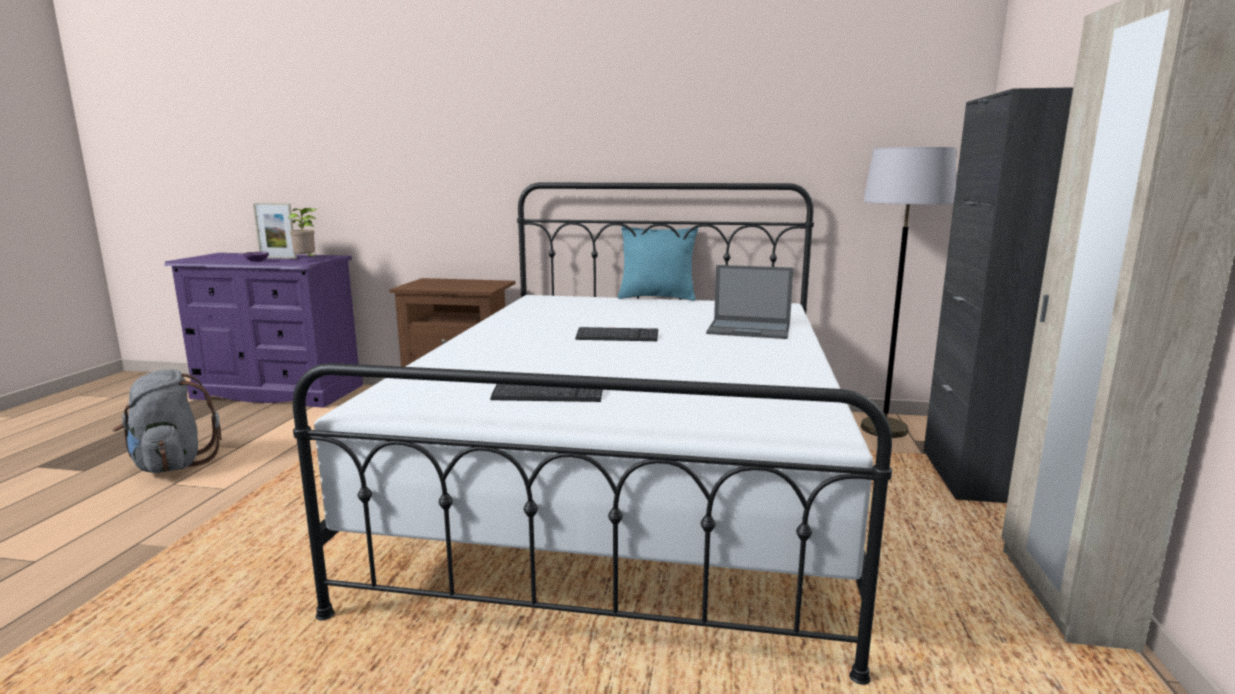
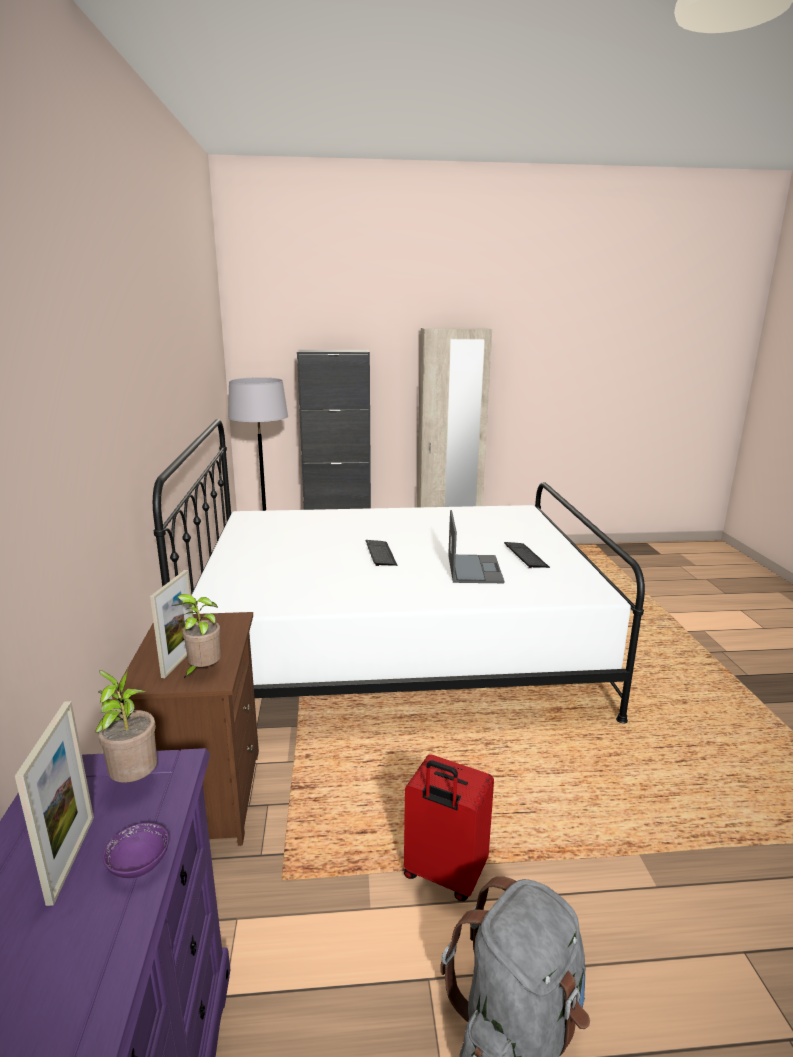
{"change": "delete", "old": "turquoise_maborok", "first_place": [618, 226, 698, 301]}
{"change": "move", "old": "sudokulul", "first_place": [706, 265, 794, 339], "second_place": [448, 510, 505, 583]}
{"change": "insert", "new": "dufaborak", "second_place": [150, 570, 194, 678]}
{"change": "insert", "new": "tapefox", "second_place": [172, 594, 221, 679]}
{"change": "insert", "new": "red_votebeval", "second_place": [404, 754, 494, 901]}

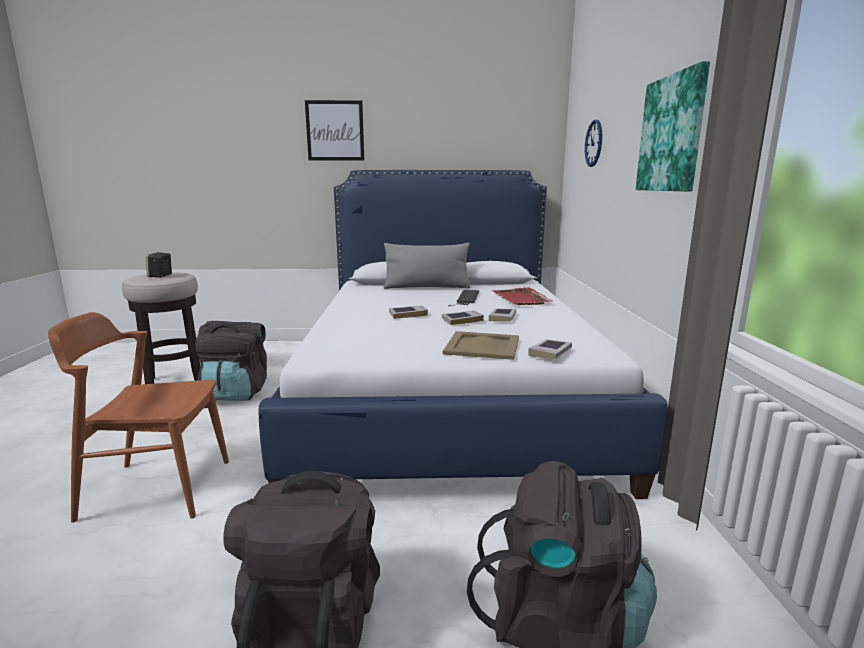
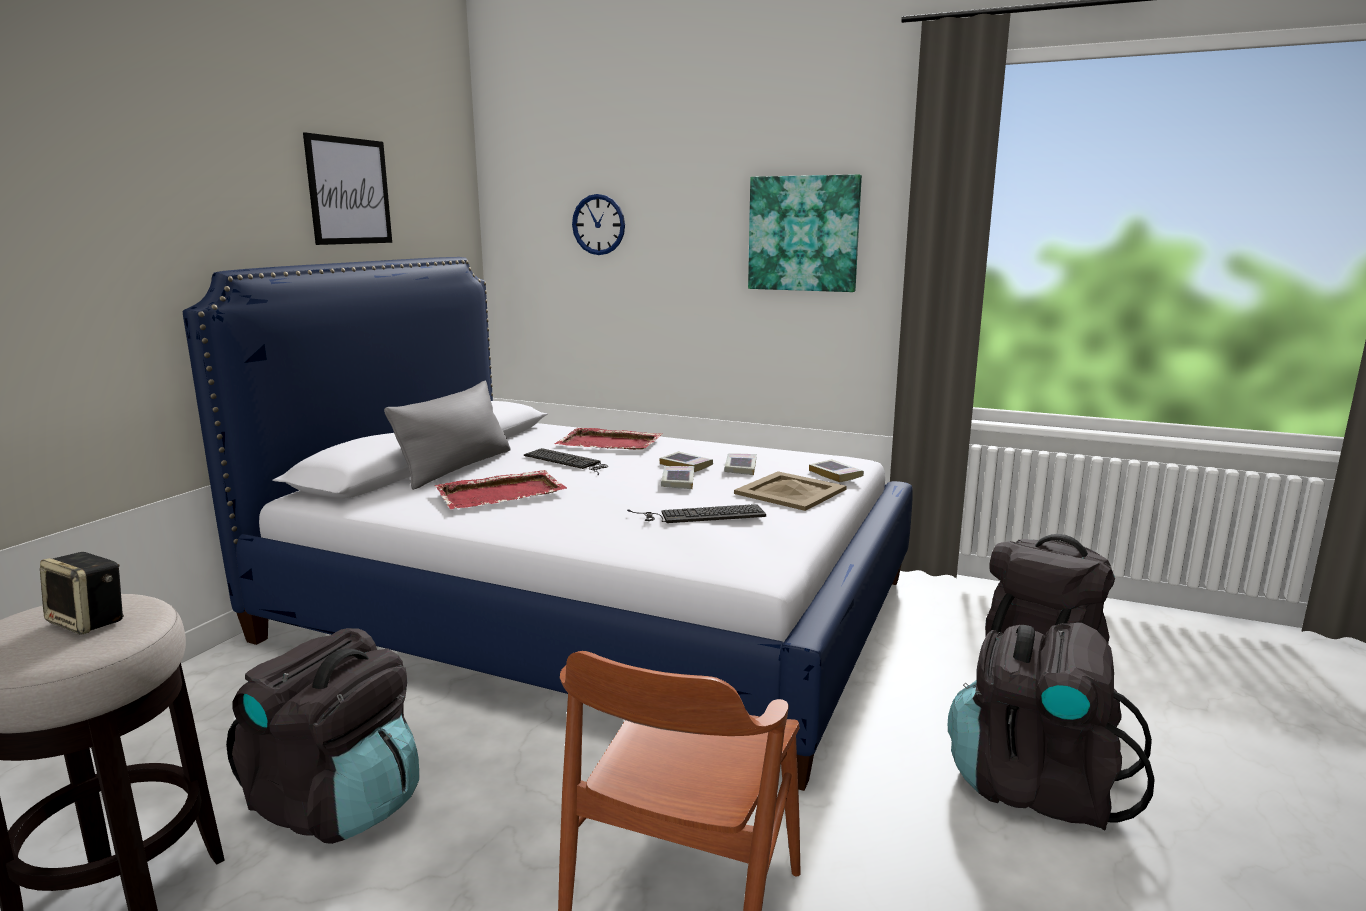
{"change": "move", "old": "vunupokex", "first_place": [305, 100, 364, 161], "second_place": [303, 132, 392, 245]}
{"change": "move", "old": "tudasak", "first_place": [389, 305, 428, 319], "second_place": [724, 454, 757, 475]}
{"change": "insert", "new": "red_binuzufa", "second_place": [435, 470, 568, 509]}
{"change": "insert", "new": "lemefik", "second_place": [627, 504, 766, 523]}

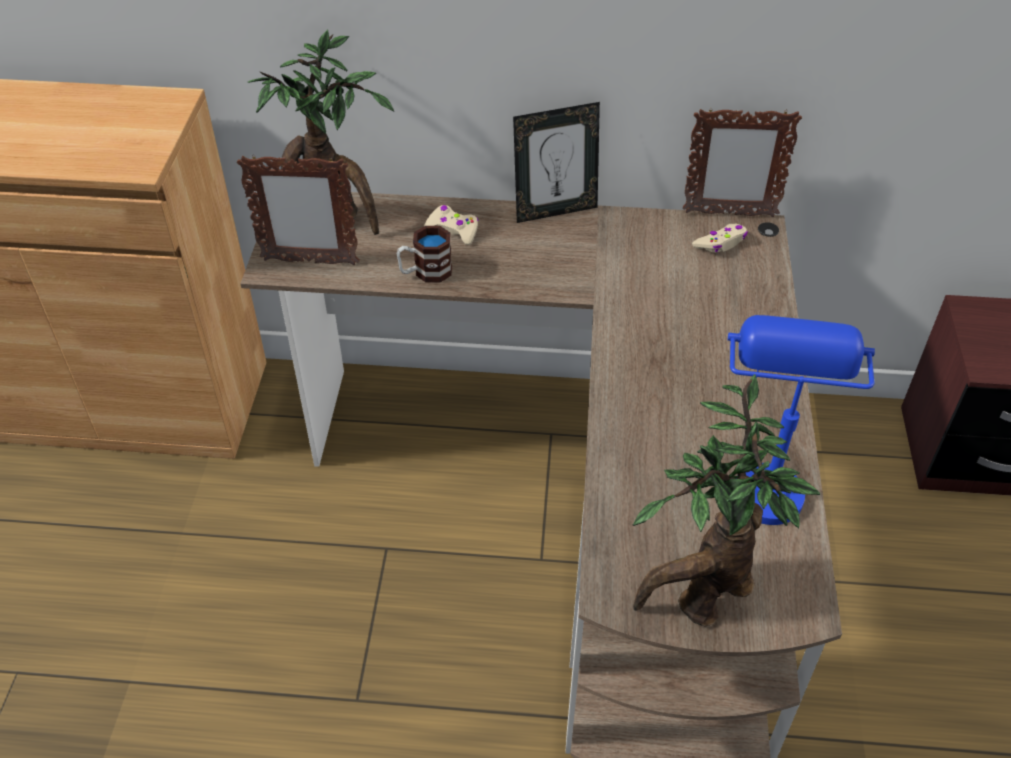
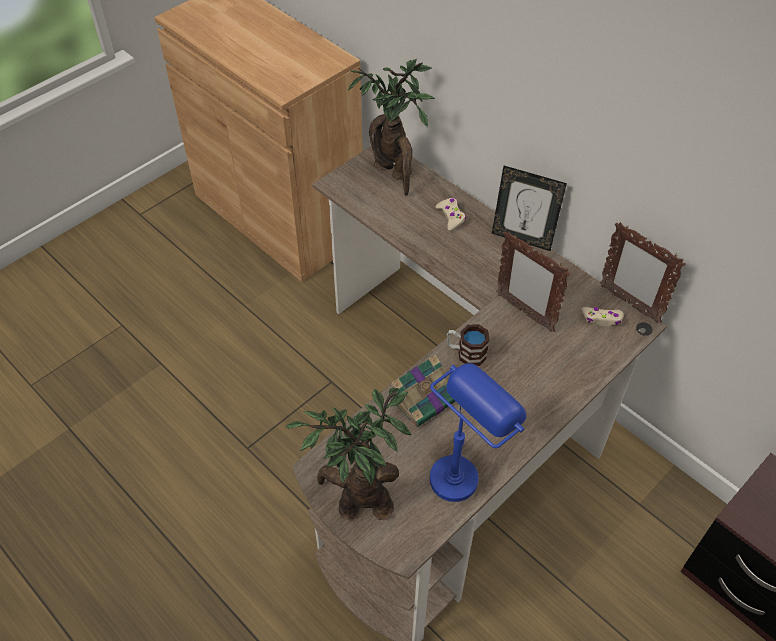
{"change": "move", "old": "dufaborak", "first_place": [237, 155, 360, 265], "second_place": [496, 231, 570, 332]}
{"change": "move", "old": "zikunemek", "first_place": [396, 226, 452, 283], "second_place": [447, 324, 490, 366]}
{"change": "insert", "new": "tudasak", "second_place": [388, 355, 456, 427]}

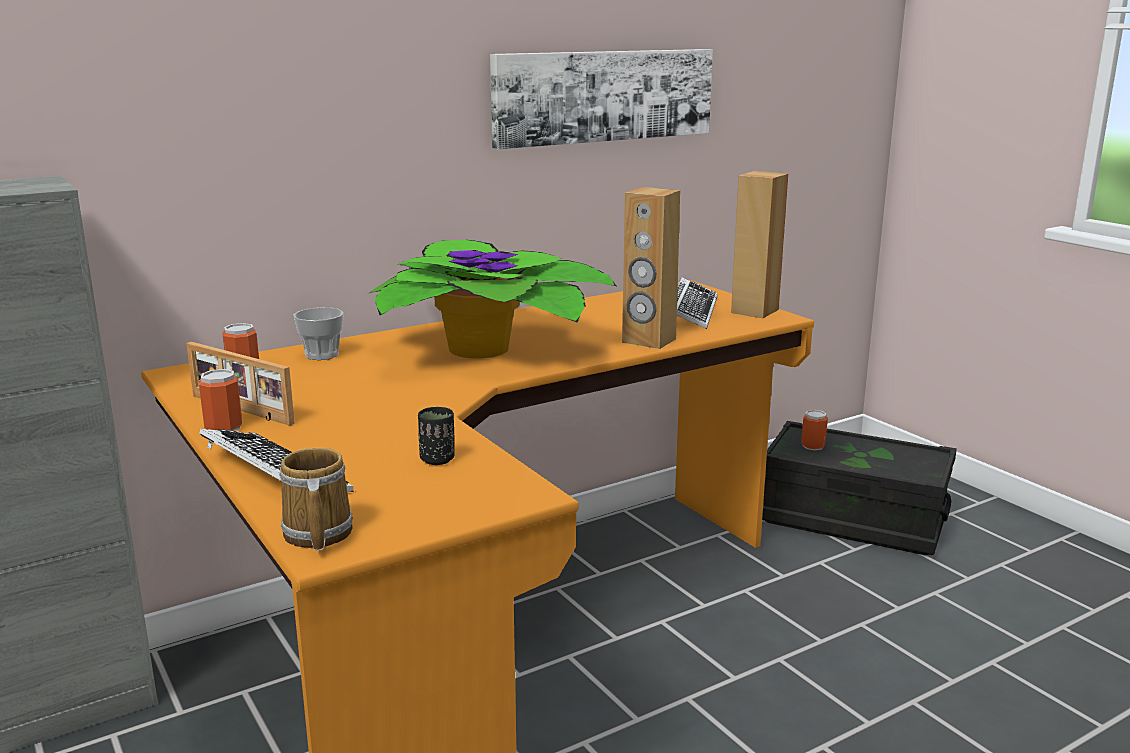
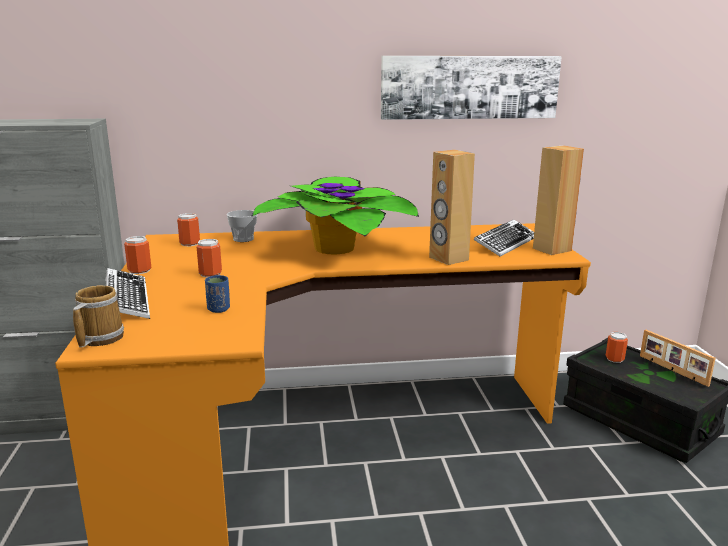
{"change": "move", "old": "dufaborak", "first_place": [186, 342, 295, 426], "second_place": [640, 330, 716, 387]}
{"change": "recolor", "old": "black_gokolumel", "new": "blue_gokolumel", "first_place": [418, 407, 455, 465], "second_place": [205, 275, 230, 313]}
{"change": "insert", "new": "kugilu", "second_place": [197, 239, 222, 277]}

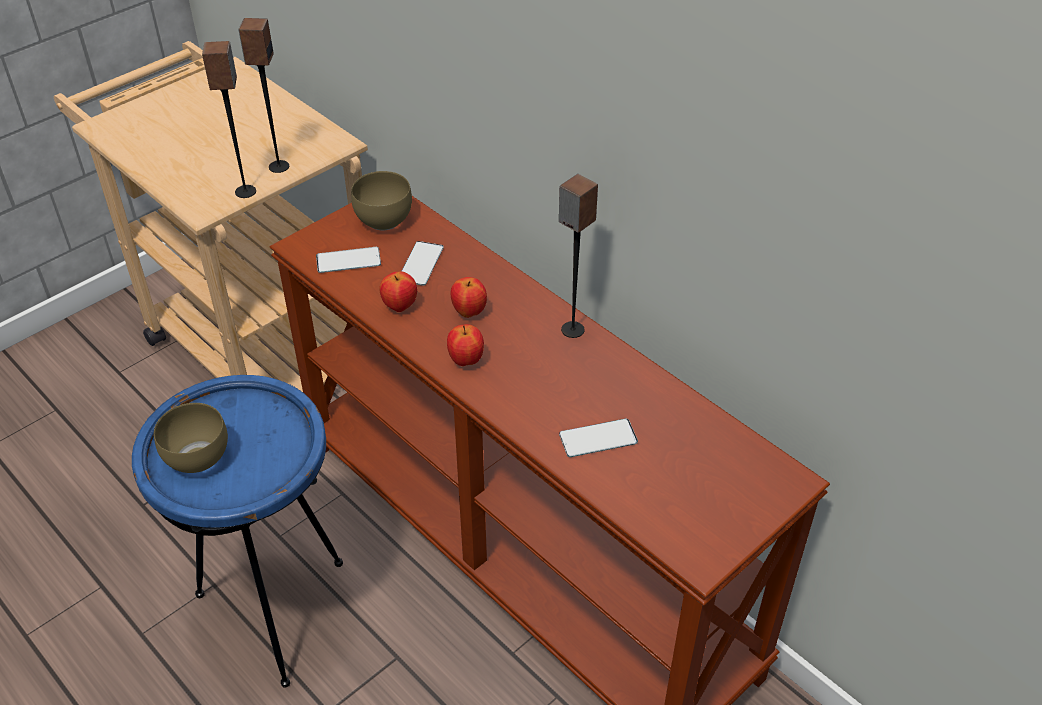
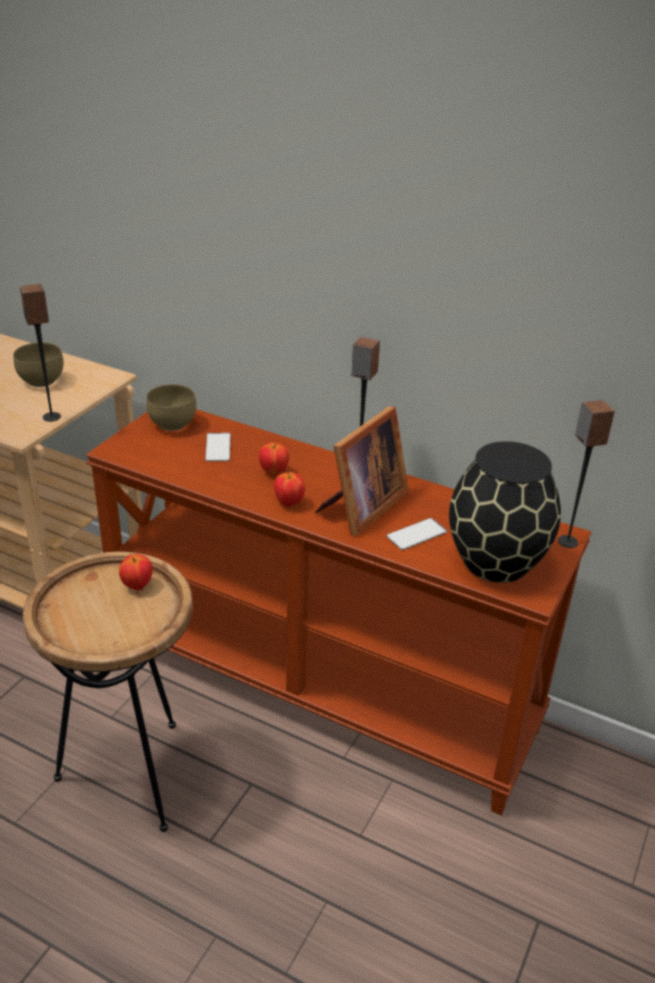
{"change": "move", "old": "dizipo", "first_place": [238, 18, 289, 173], "second_place": [558, 400, 615, 548]}
{"change": "delete", "old": "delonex", "first_place": [316, 247, 381, 273]}
{"change": "move", "old": "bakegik", "first_place": [380, 272, 417, 312], "second_place": [119, 554, 153, 591]}
{"change": "recolor", "old": "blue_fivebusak", "new": "brown_fivebusak", "first_place": [132, 375, 343, 687], "second_place": [23, 552, 193, 832]}
{"change": "move", "old": "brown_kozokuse", "first_place": [154, 403, 228, 473], "second_place": [13, 342, 64, 387]}
{"change": "insert", "new": "dufaborak", "second_place": [315, 406, 409, 536]}
{"change": "insert", "new": "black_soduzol", "second_place": [449, 441, 561, 583]}

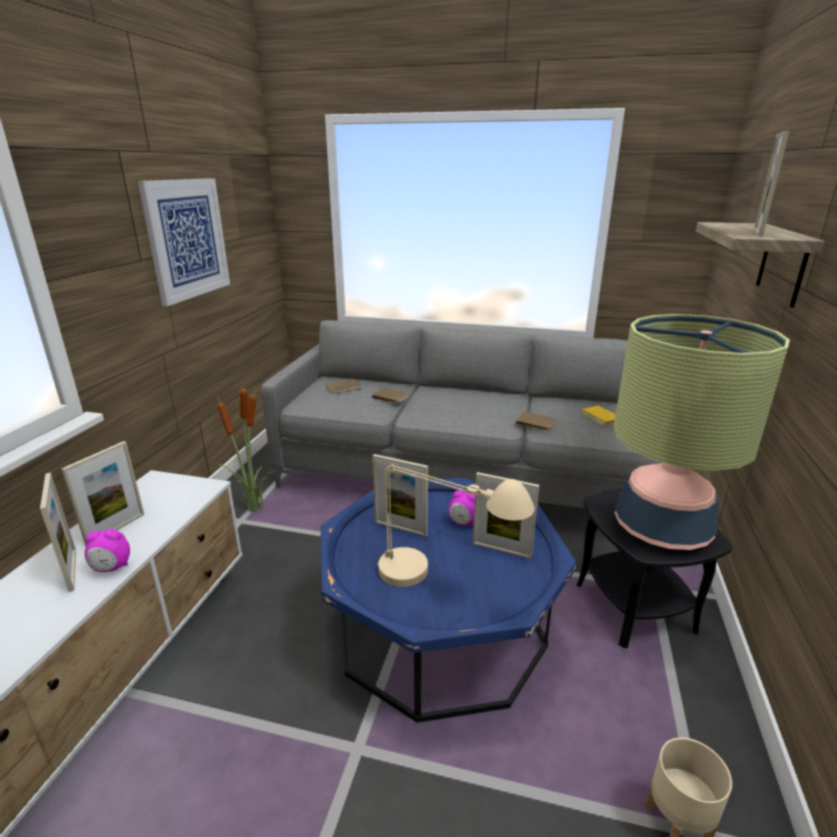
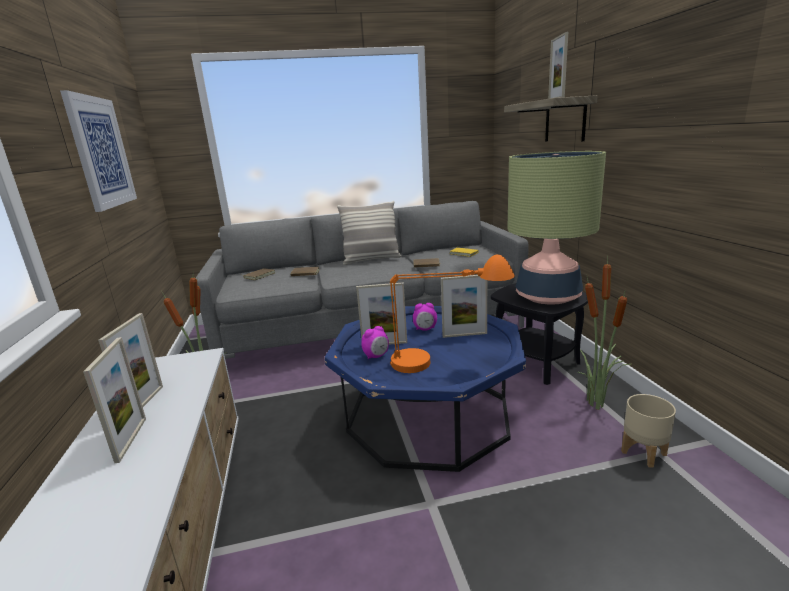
{"change": "recolor", "old": "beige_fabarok", "new": "orange_fabarok", "first_place": [377, 464, 535, 587], "second_place": [390, 254, 515, 373]}
{"change": "rotate", "old": "dufaborak", "first_place": [40, 473, 76, 592], "second_place": [83, 337, 146, 463], "degrees": 45}
{"change": "move", "old": "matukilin", "first_place": [85, 529, 130, 572], "second_place": [362, 326, 389, 359]}
{"change": "insert", "new": "maborok", "second_place": [337, 201, 402, 265]}
{"change": "insert", "new": "tapefox", "second_place": [578, 257, 632, 410]}

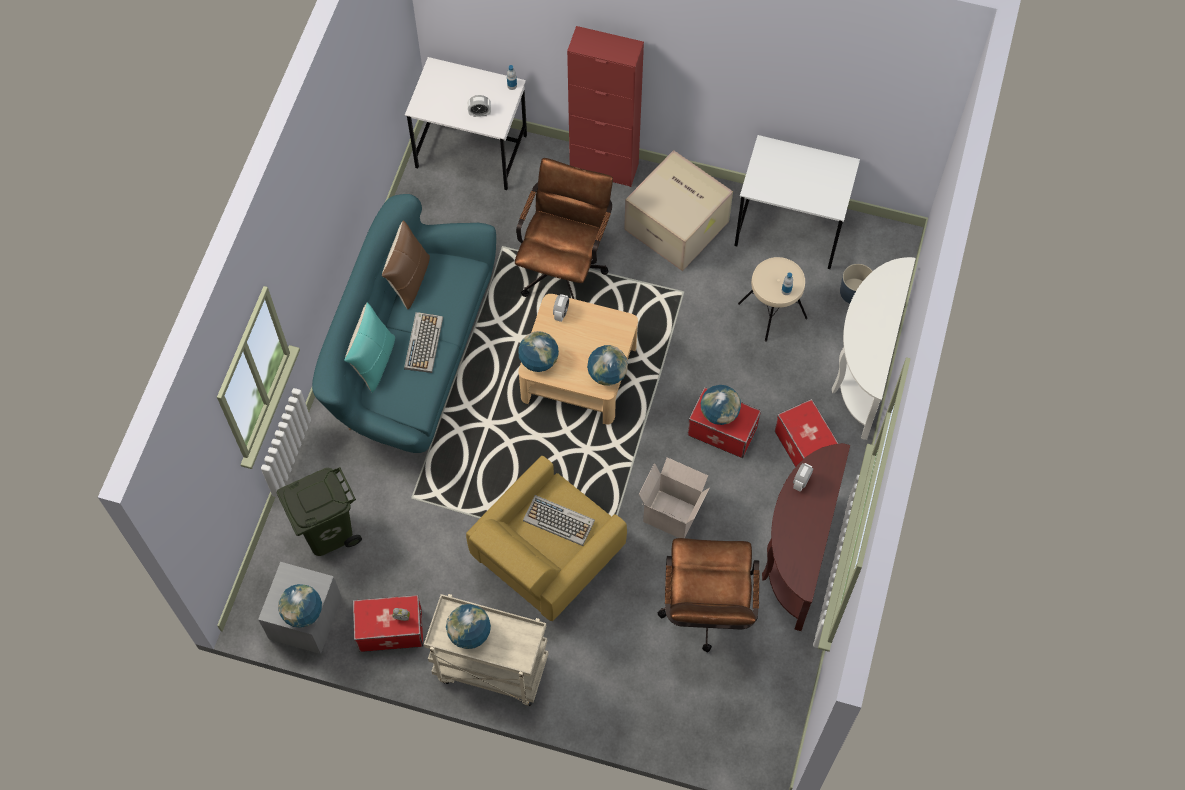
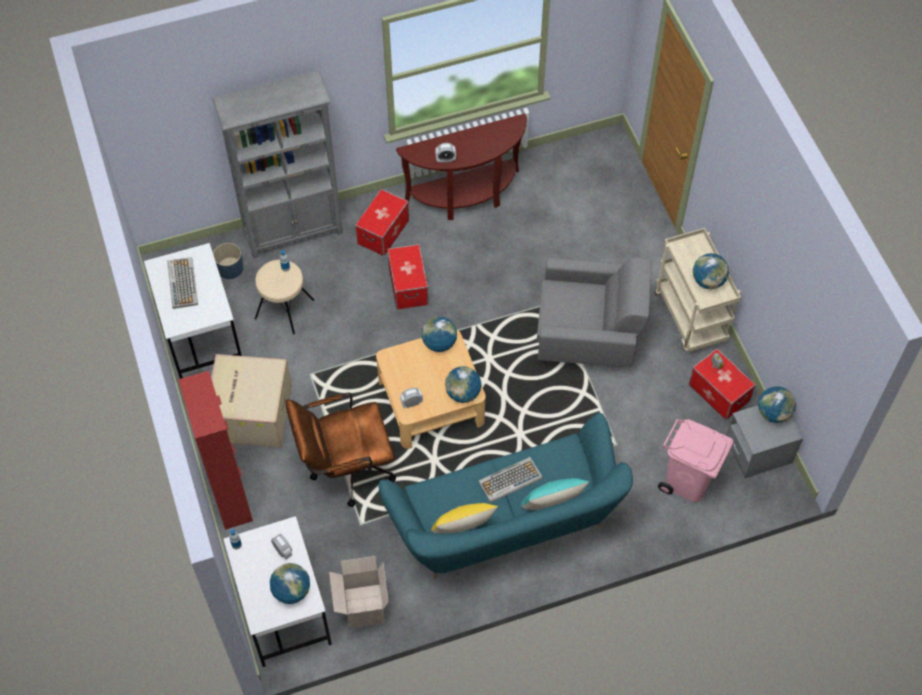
{"change": "recolor", "old": "brown_maborok", "new": "yellow_maborok", "first_place": [382, 220, 430, 309], "second_place": [431, 503, 499, 533]}
{"change": "replace", "old": "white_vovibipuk", "new": "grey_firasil", "first_place": [832, 257, 916, 440], "second_place": [212, 70, 343, 258]}
{"change": "move", "old": "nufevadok", "first_place": [701, 385, 741, 425], "second_place": [270, 563, 310, 604]}
{"change": "recolor", "old": "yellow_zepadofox", "new": "grey_zepadofox", "first_place": [466, 456, 627, 621], "second_place": [537, 258, 651, 367]}
{"change": "move", "old": "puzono", "first_place": [639, 457, 710, 538], "second_place": [329, 556, 389, 629]}
{"change": "recolor", "old": "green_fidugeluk", "new": "pink_fidugeluk", "first_place": [277, 467, 362, 556], "second_place": [658, 419, 733, 502]}
{"change": "move", "old": "lemefik", "first_place": [523, 495, 595, 546], "second_place": [167, 257, 198, 309]}
{"change": "delete", "old": "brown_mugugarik", "first_place": [657, 538, 760, 652]}

